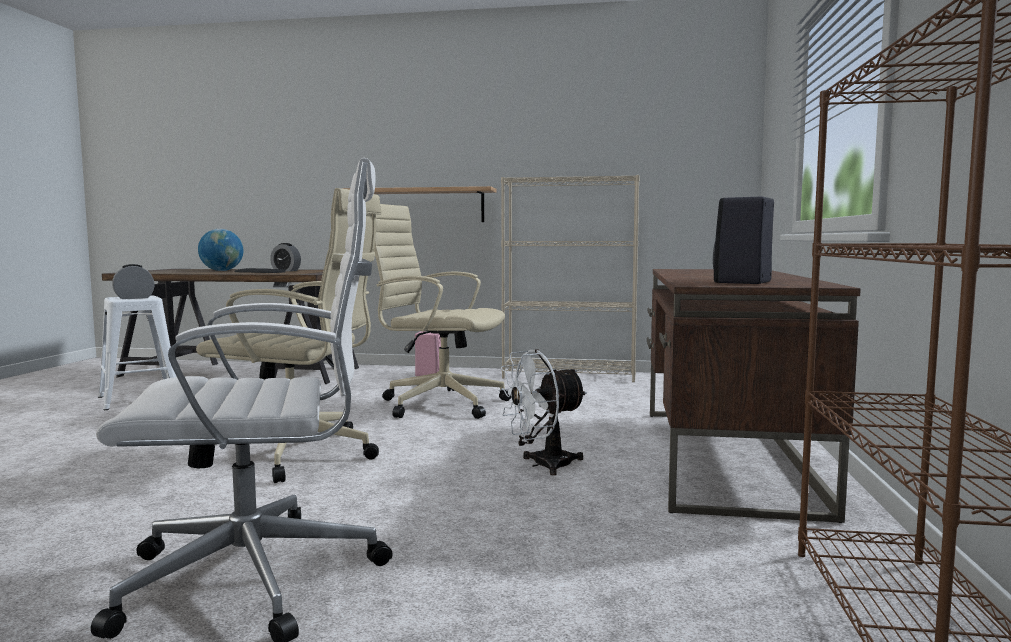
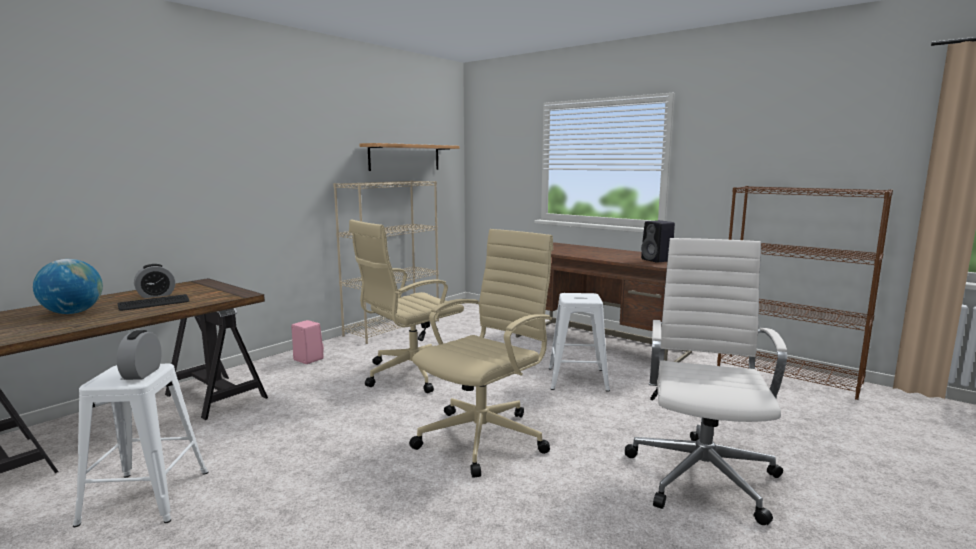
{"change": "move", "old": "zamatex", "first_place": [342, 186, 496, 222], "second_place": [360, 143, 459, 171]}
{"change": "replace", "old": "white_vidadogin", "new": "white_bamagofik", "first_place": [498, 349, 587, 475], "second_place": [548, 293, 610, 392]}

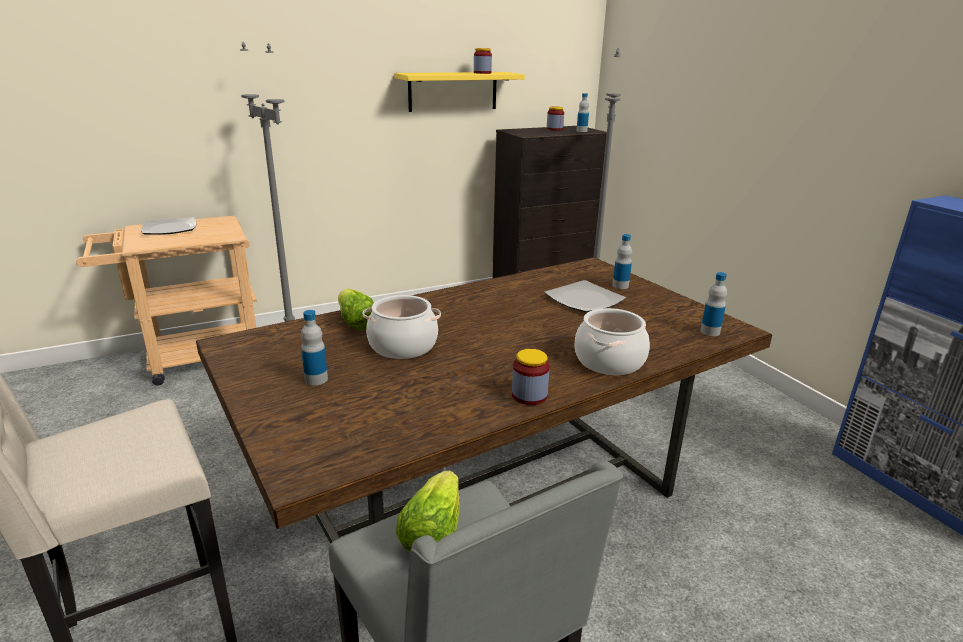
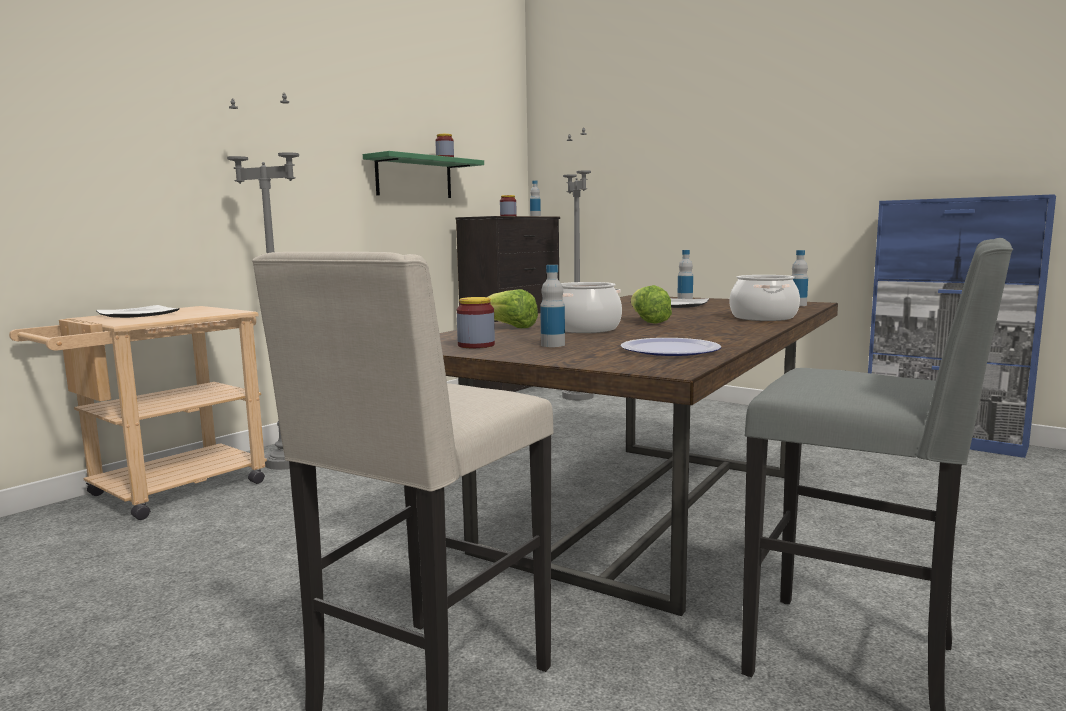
{"change": "recolor", "old": "yellow_zamatex", "new": "green_zamatex", "first_place": [394, 72, 525, 112], "second_place": [363, 151, 484, 198]}
{"change": "move", "old": "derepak", "first_place": [512, 349, 550, 405], "second_place": [457, 297, 495, 348]}
{"change": "move", "old": "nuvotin", "first_place": [396, 471, 460, 553], "second_place": [631, 285, 672, 323]}
{"change": "insert", "new": "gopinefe", "second_place": [621, 338, 721, 356]}

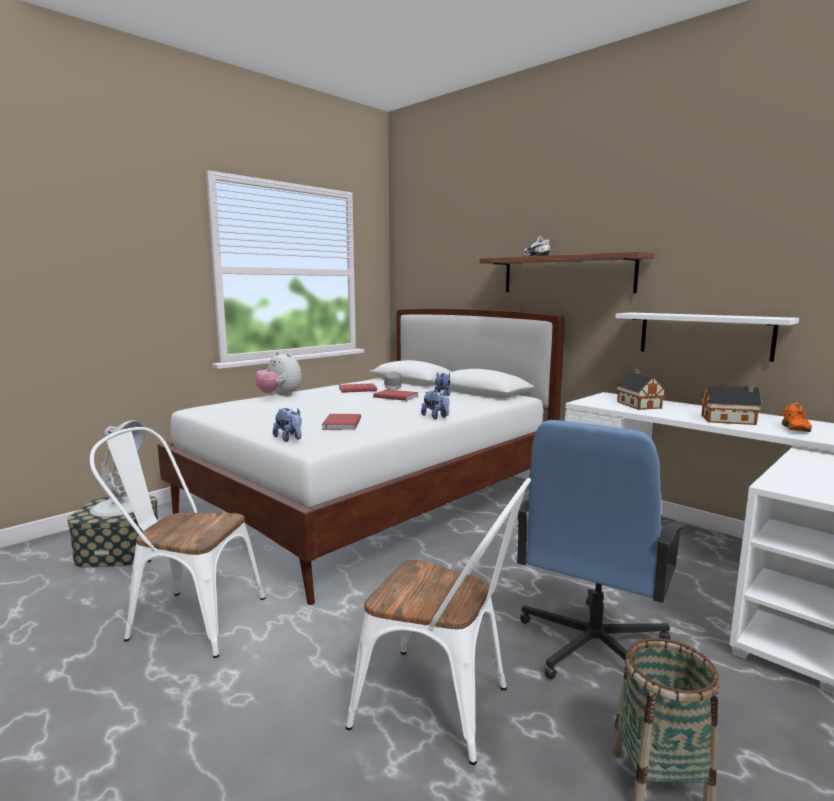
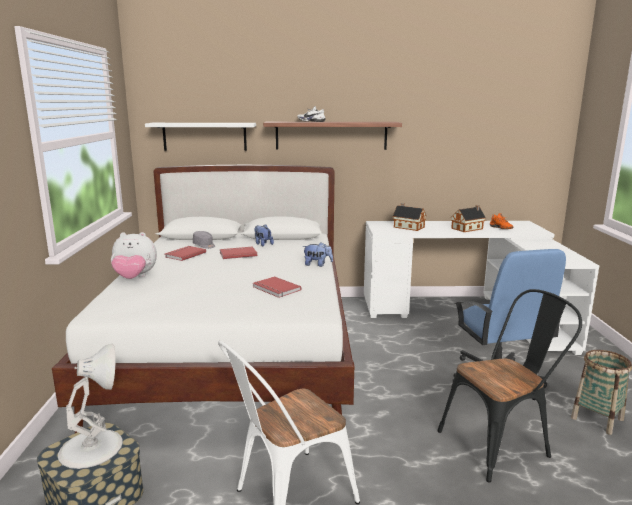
{"change": "move", "old": "white_zamatex", "first_place": [615, 312, 799, 362], "second_place": [145, 123, 256, 151]}
{"change": "delete", "old": "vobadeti", "first_place": [273, 408, 302, 442]}
{"change": "recolor", "old": "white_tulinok", "new": "black_tulinok", "first_place": [346, 478, 531, 765], "second_place": [438, 289, 582, 483]}

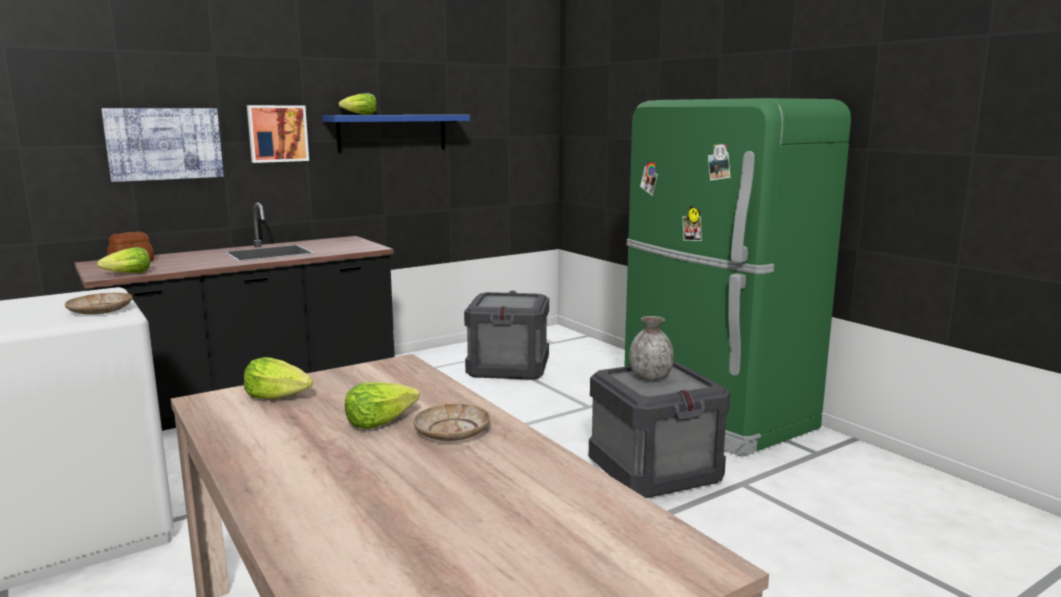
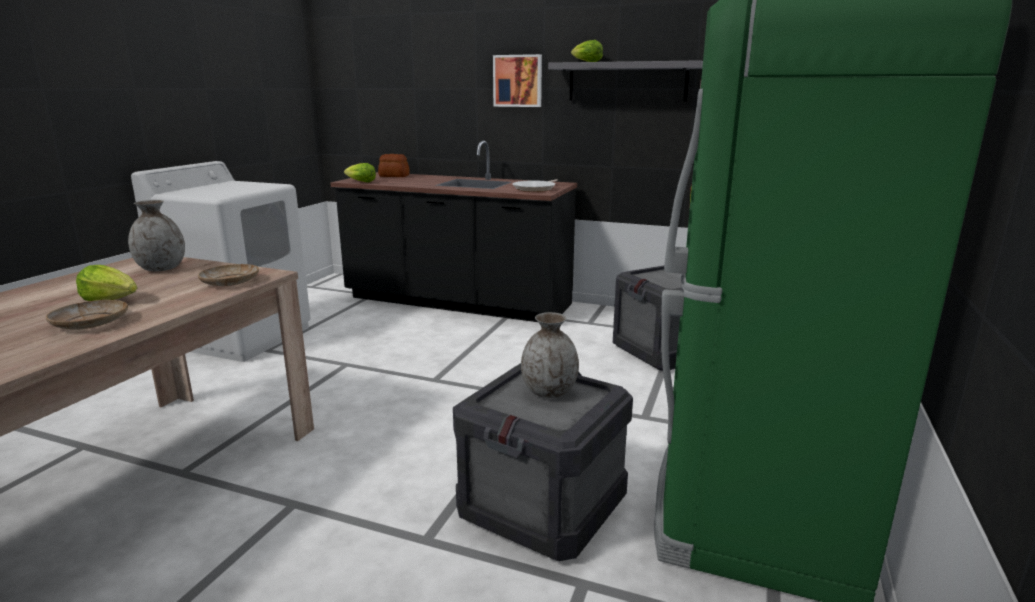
{"change": "delete", "old": "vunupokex", "first_place": [101, 108, 224, 182]}
{"change": "recolor", "old": "blue_zamatex", "new": "grey_zamatex", "first_place": [322, 115, 470, 152], "second_place": [548, 60, 703, 101]}
{"change": "move", "old": "beige_gopinefe", "first_place": [65, 293, 132, 315], "second_place": [198, 264, 259, 286]}
{"change": "replace", "old": "nuvotin", "new": "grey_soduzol", "first_place": [244, 357, 313, 399], "second_place": [128, 200, 185, 271]}
{"change": "insert", "new": "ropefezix", "second_place": [513, 179, 558, 192]}

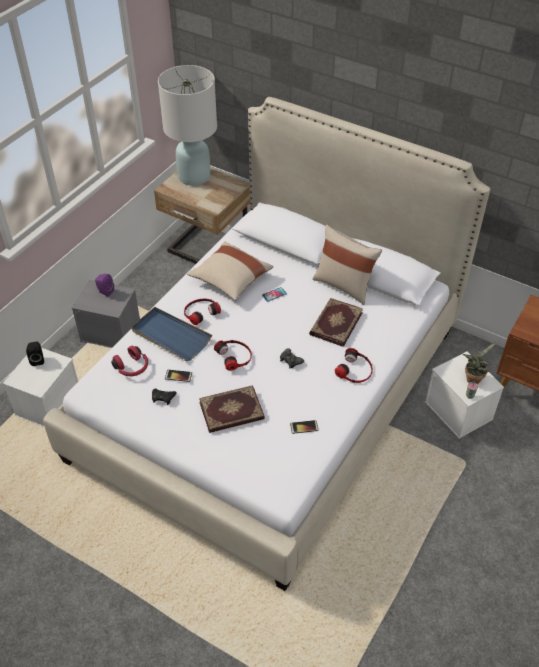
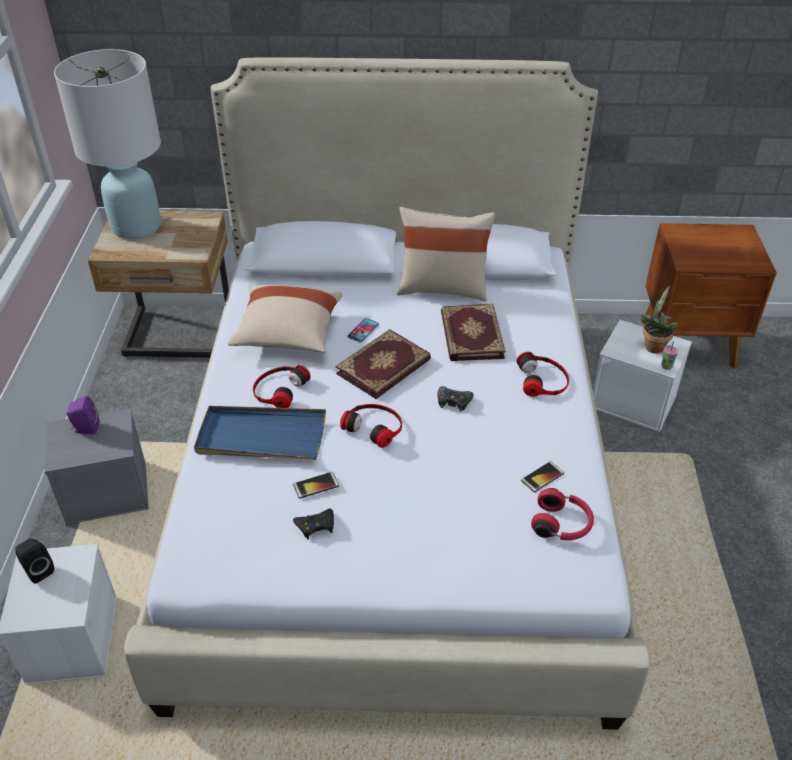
{"change": "move", "old": "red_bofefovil", "first_place": [111, 346, 148, 376], "second_place": [531, 488, 594, 540]}
{"change": "move", "old": "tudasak", "first_place": [199, 385, 265, 433], "second_place": [336, 329, 431, 399]}

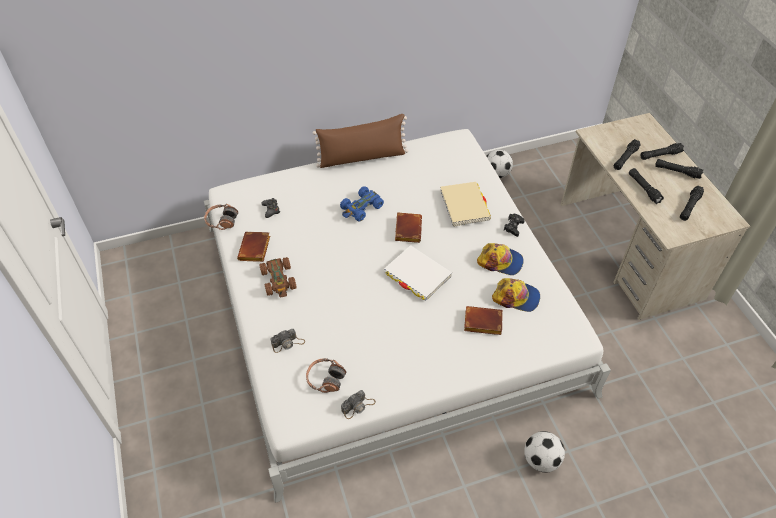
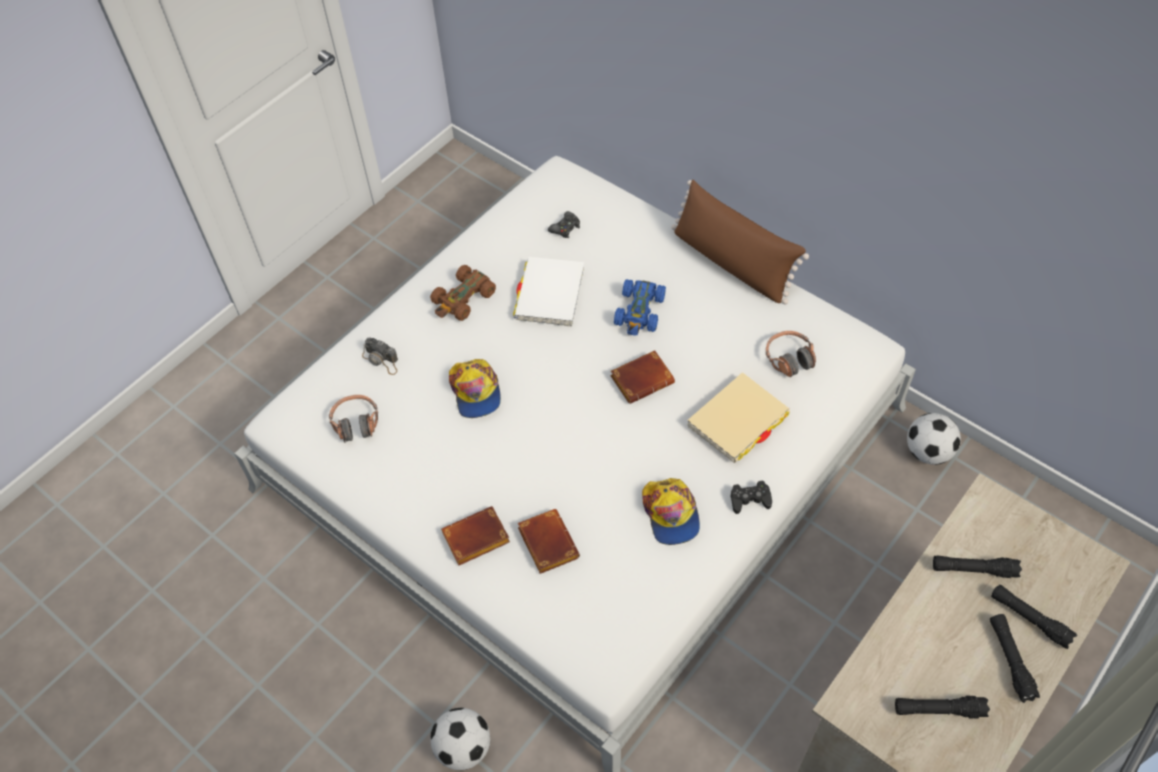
{"change": "delete", "old": "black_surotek", "first_place": [629, 168, 664, 204]}
{"change": "rotate", "old": "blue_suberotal", "first_place": [340, 186, 384, 222], "second_place": [614, 279, 666, 336], "degrees": -90}
{"change": "move", "old": "bofefovil", "first_place": [204, 204, 238, 230], "second_place": [766, 331, 816, 377]}
{"change": "move", "old": "brown_tudasak", "first_place": [237, 232, 270, 262], "second_place": [441, 506, 510, 565]}
{"change": "move", "old": "white_tudasak", "first_place": [384, 245, 452, 301], "second_place": [513, 257, 584, 327]}
{"change": "move", "old": "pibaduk", "first_place": [492, 278, 540, 312], "second_place": [449, 359, 501, 418]}
{"change": "delete", "old": "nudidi", "first_place": [341, 390, 376, 419]}

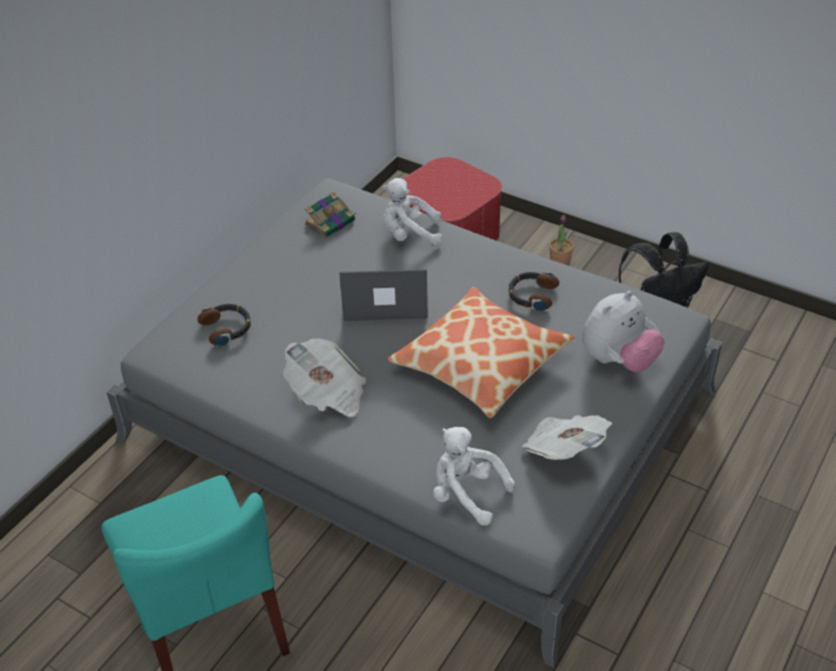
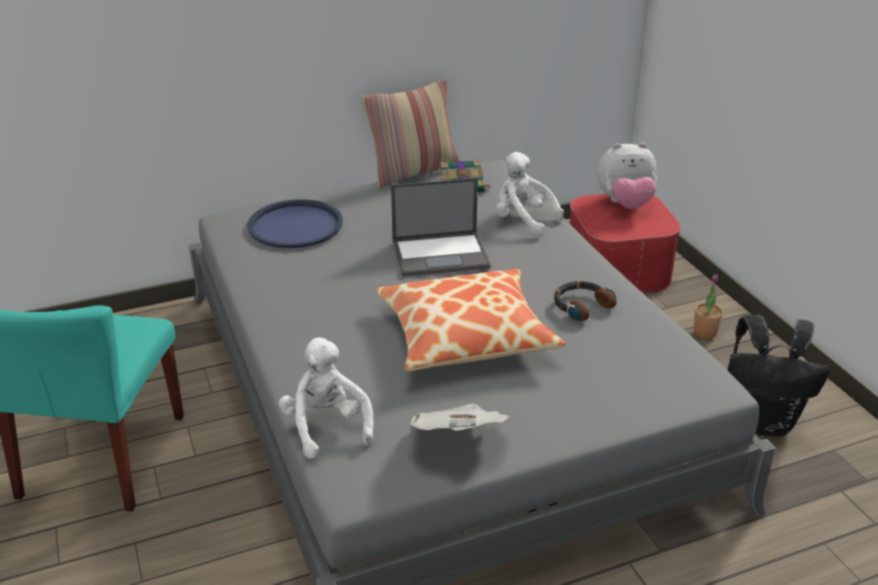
{"change": "rotate", "old": "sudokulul", "first_place": [339, 269, 428, 321], "second_place": [391, 178, 491, 277], "degrees": 135}
{"change": "move", "old": "vobadeti", "first_place": [582, 291, 665, 372], "second_place": [597, 142, 657, 209]}
{"change": "replace", "old": "bofefovil", "new": "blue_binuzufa", "first_place": [197, 304, 251, 346], "second_place": [247, 199, 343, 248]}
{"change": "delete", "old": "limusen", "first_place": [283, 338, 366, 417]}
{"change": "insert", "new": "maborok", "second_place": [362, 79, 460, 188]}

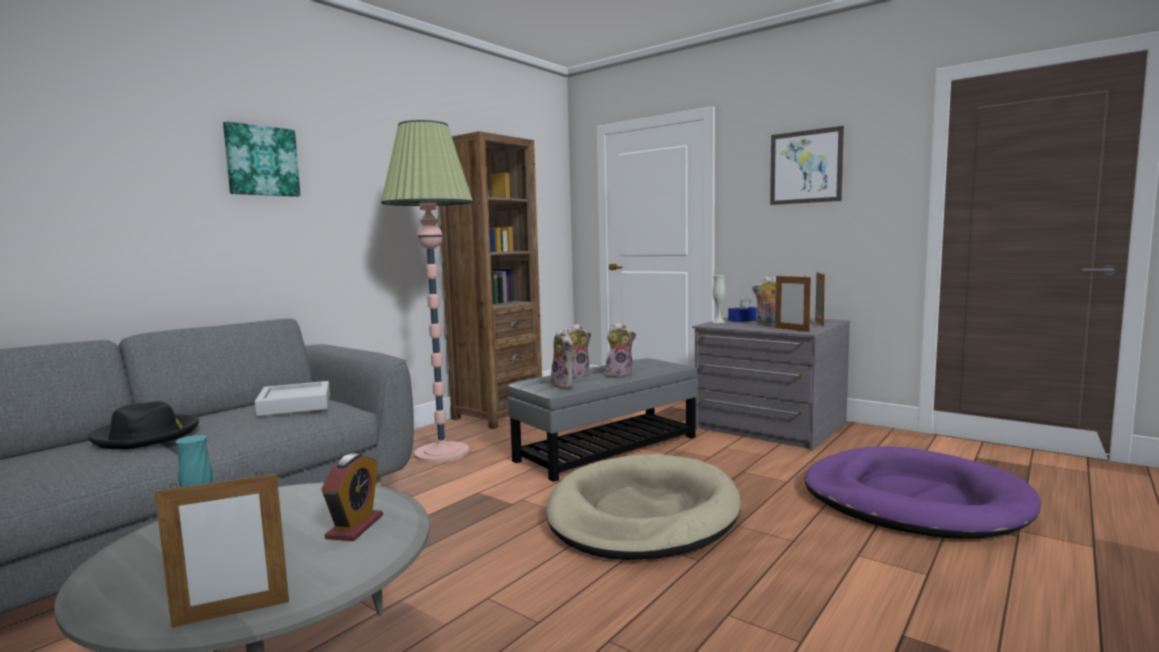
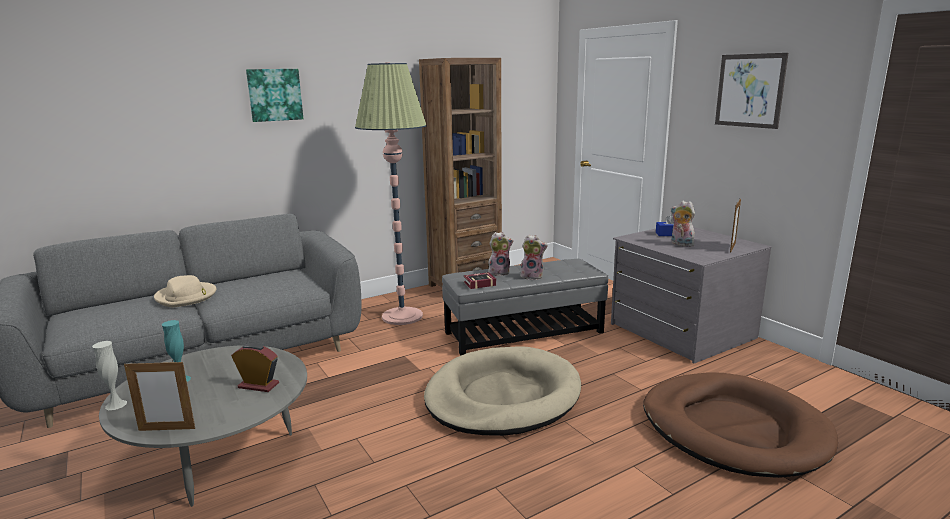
{"change": "delete", "old": "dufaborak", "first_place": [775, 274, 811, 332]}
{"change": "move", "old": "white_soduzol", "first_place": [713, 275, 725, 323], "second_place": [92, 341, 127, 410]}
{"change": "replace", "old": "vobadeti", "new": "tudasak", "first_place": [551, 329, 575, 388], "second_place": [464, 272, 496, 289]}
{"change": "delete", "old": "grey_binuzufa", "first_place": [254, 381, 330, 417]}
{"change": "recolor", "old": "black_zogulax", "new": "beige_zogulax", "first_place": [88, 401, 199, 449], "second_place": [154, 275, 216, 308]}
{"change": "recolor", "old": "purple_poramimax", "new": "brown_poramimax", "first_place": [805, 446, 1041, 539], "second_place": [643, 372, 838, 478]}
{"change": "rotate", "old": "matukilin", "first_place": [322, 453, 383, 541], "second_place": [231, 343, 279, 392], "degrees": -105}

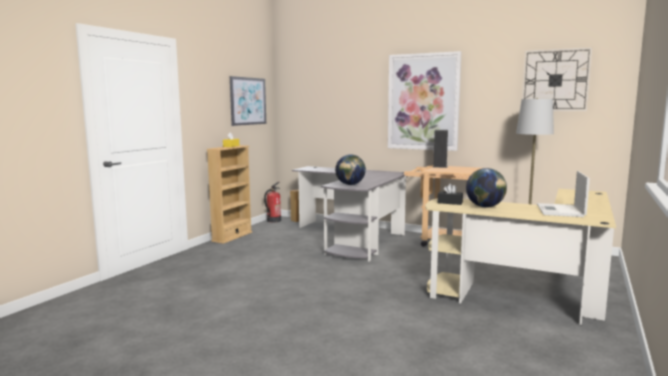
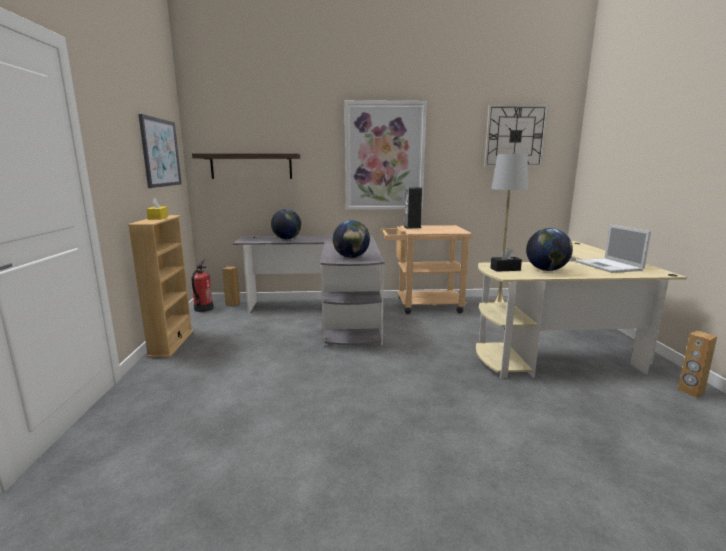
{"change": "insert", "new": "zamatex", "second_place": [192, 153, 300, 179]}
{"change": "insert", "new": "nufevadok", "second_place": [271, 209, 301, 239]}
{"change": "insert", "new": "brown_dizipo", "second_place": [678, 331, 717, 398]}

